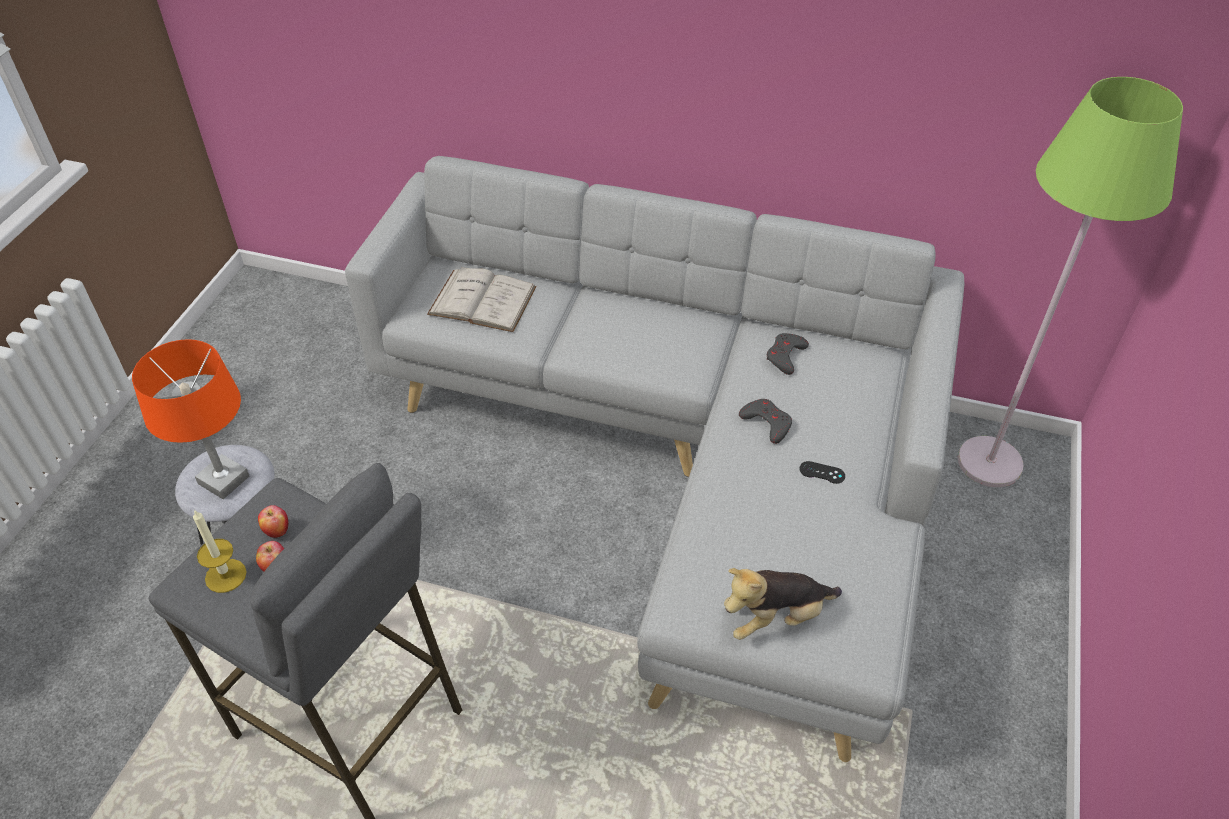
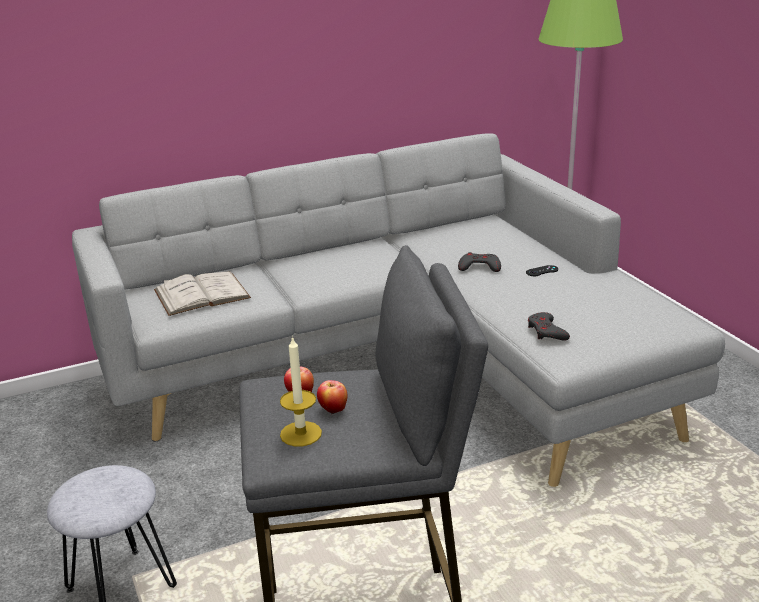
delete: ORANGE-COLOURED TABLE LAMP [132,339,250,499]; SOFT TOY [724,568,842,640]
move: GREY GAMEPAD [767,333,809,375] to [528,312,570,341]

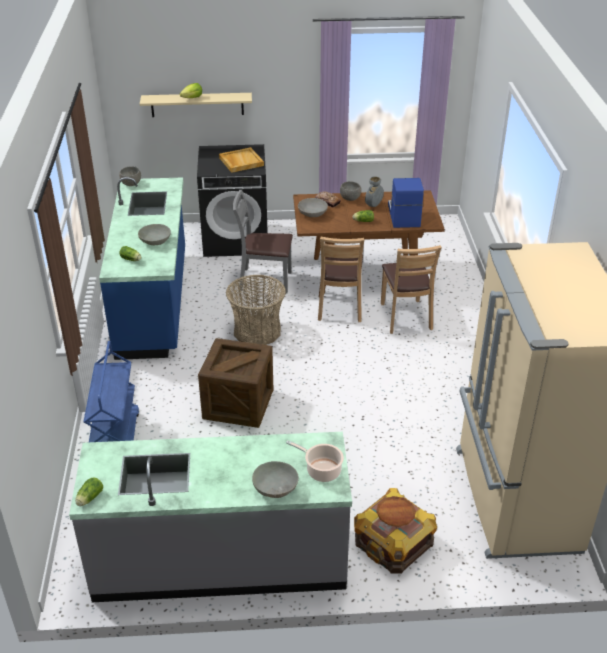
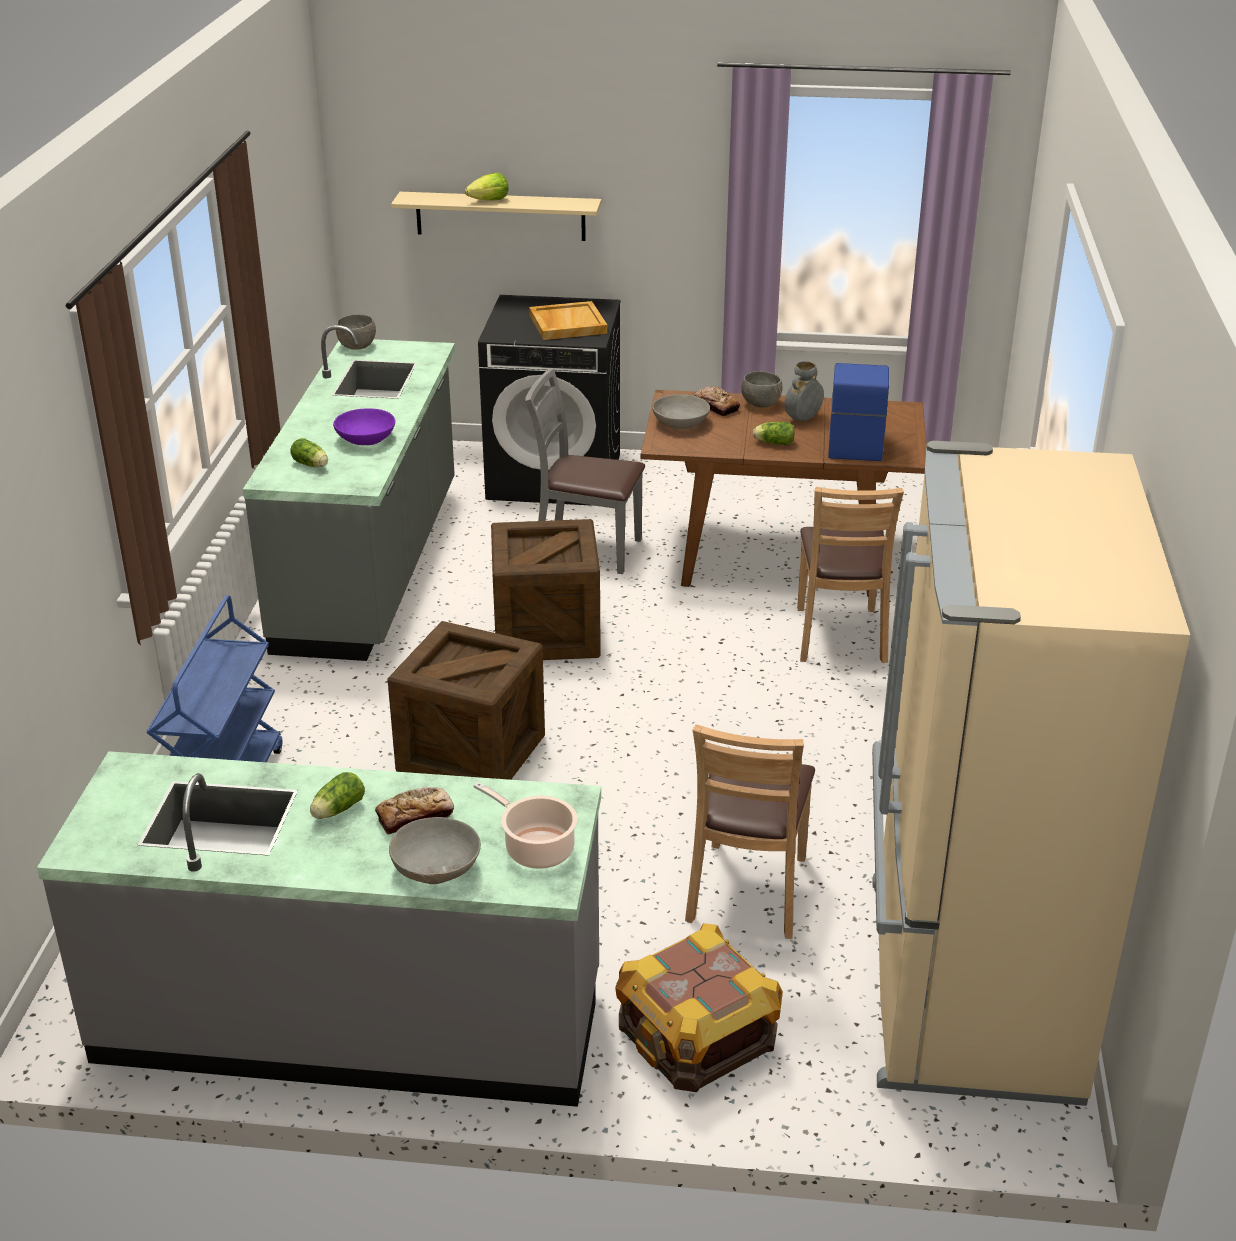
delete: BROWN-COLOURED FLAT DISH [376,496,416,527]
insert: BAKED BREAD [375,787,454,835]
move: HEAD OF LETTUCE [75,477,103,506] to [310,772,365,819]; BROWN-COLOURED PLAIN CHAIR [318,237,364,322] to [685,724,815,939]
replace: HOUSEHOLD BASKET [226,275,286,345] to PACKING CRATE [491,519,601,660]
recolor: BLUISH KITCHEN BASE UNIT [99,177,185,360] to GREY KITCHEN BASE UNIT [243,325,455,661]; GREY BOWL [138,224,171,245] to PURPLE-COLOURED BOWL [333,408,395,445]

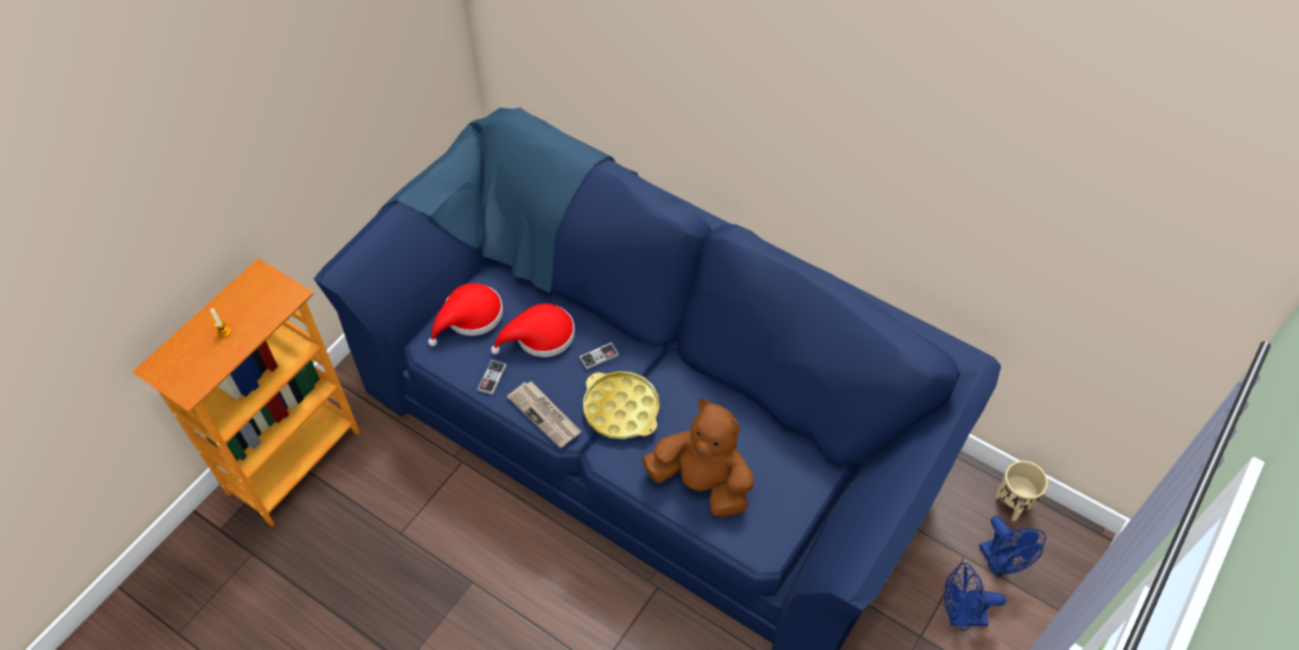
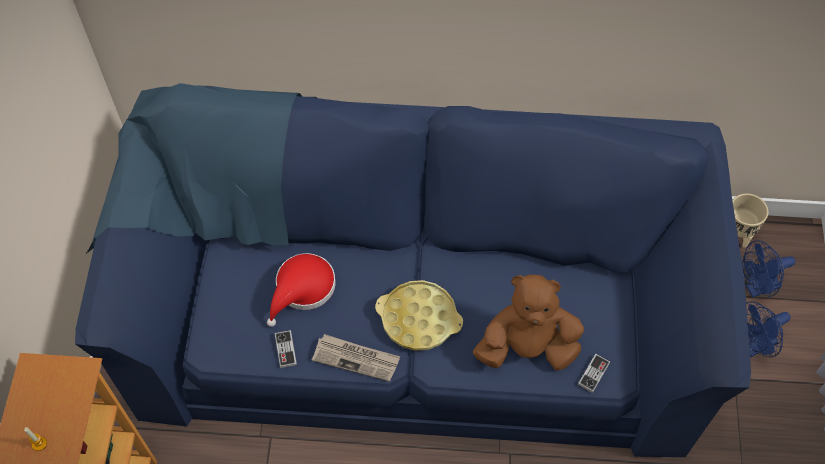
delete: RED-COLOURED WEARABLE HAT [428,283,503,346]
move: GAMEPAD [579,342,619,370] to [578,354,610,393]
rotate: BLUISH FAN [979,516,1046,577] = [742,240,795,298] 120 degrees clockwise

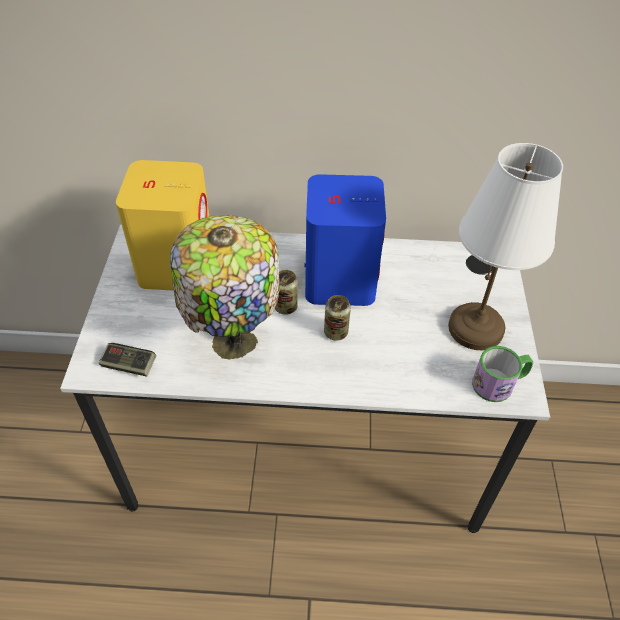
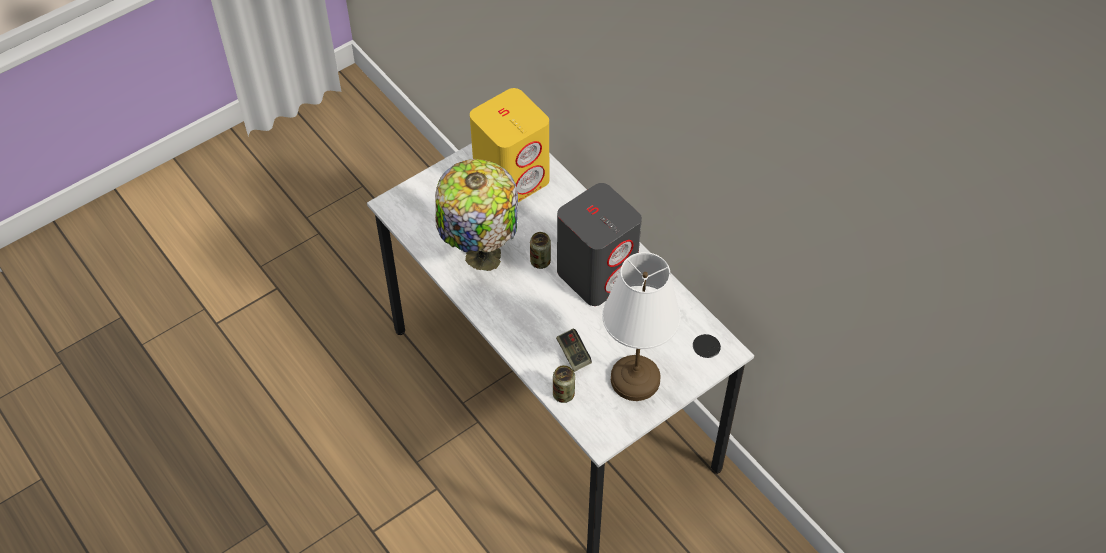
delete: TEA MUG [472,346,533,402]
move: GAMEPAD [99,343,156,377] to [556,329,592,372]; SEALED CAN [324,295,351,341] to [553,365,575,403]
recolor: BLUISH AUDIO SPEAKER [305,174,386,306] to GREY AUDIO SPEAKER [557,183,642,306]

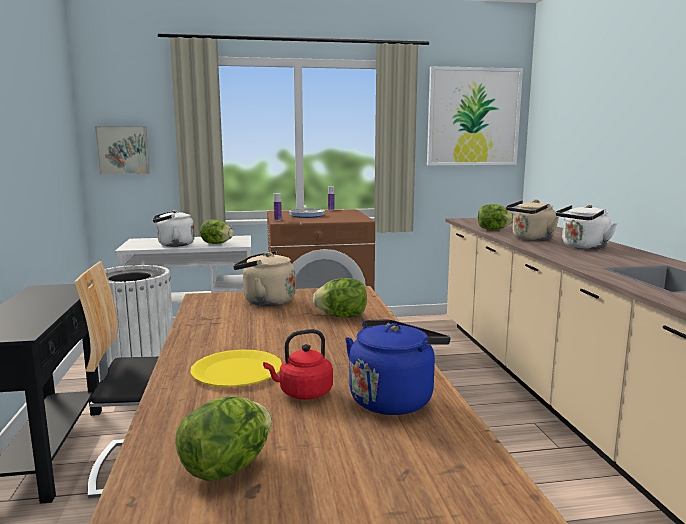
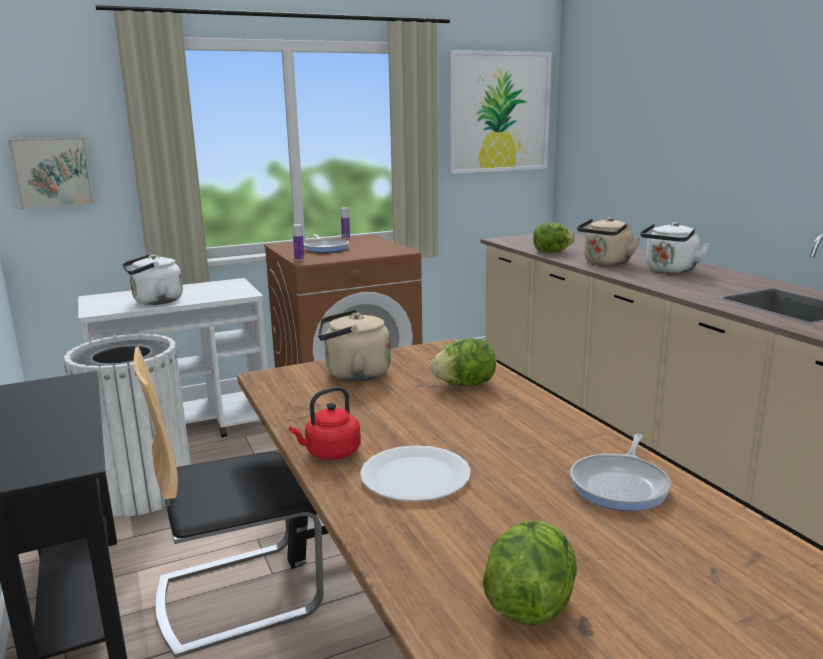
delete: HEAD OF LETTUCE [200,219,234,244]
move: RED-COLOURED KETTLE [263,329,333,400] to [289,386,361,460]
replace: BLUISH KETTLE [345,320,450,415] to PAN [570,434,671,511]
recolor: YELLOWISH FLAT DISH [190,350,282,387] to WHITISH FLAT DISH [360,445,471,502]

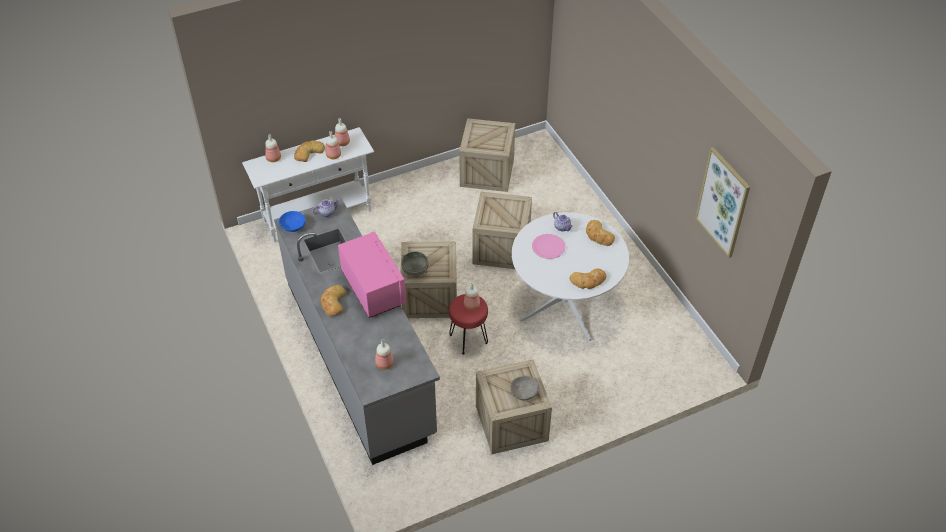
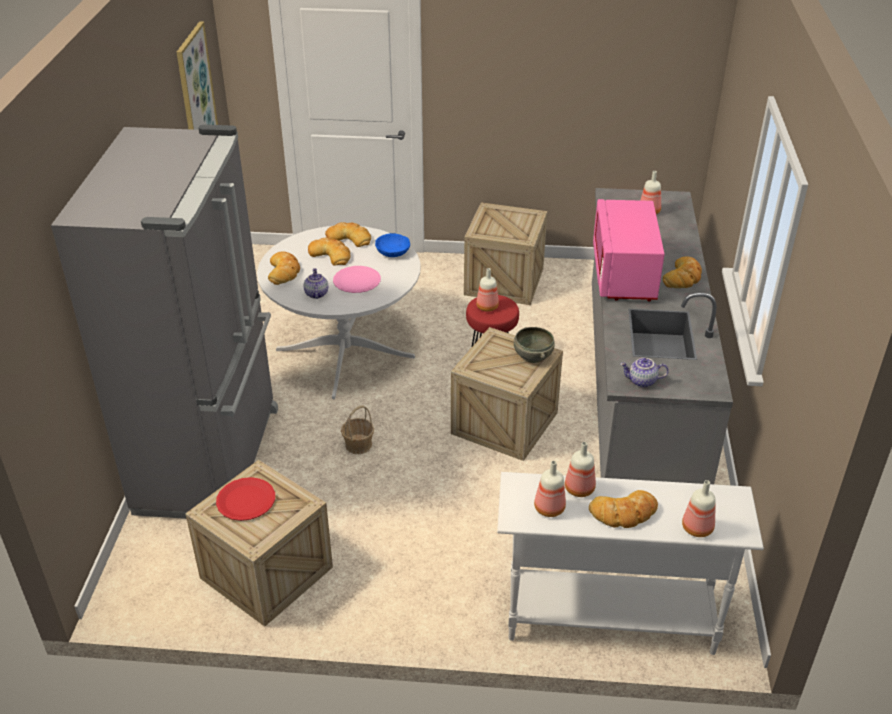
delete: GREY BOWL [510,376,539,400]
insert: GREY FRIDGE [51,124,278,519]; RED-COLOURED FLAT DISH [216,477,275,521]; BAKED BREAD [308,238,351,266]
move: BLUISH BOWL [279,211,306,232] to [375,233,410,257]
replace: PACKING CRATE [472,191,532,269] to HOUSEHOLD BASKET [341,405,374,454]

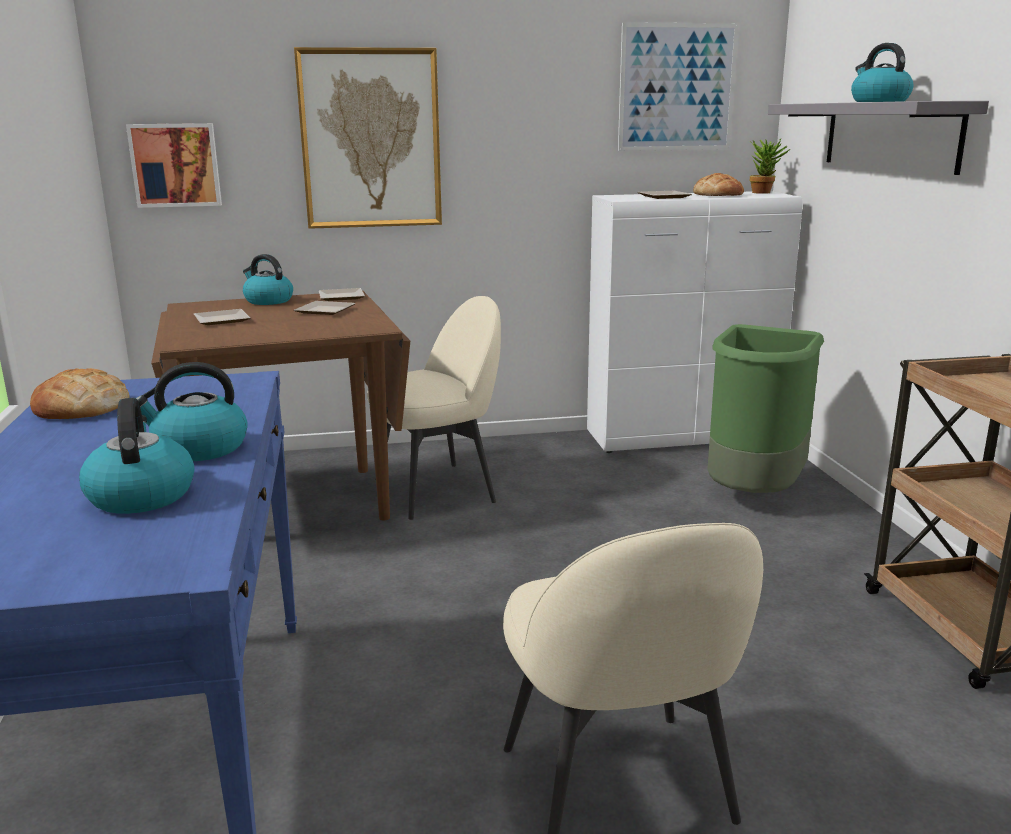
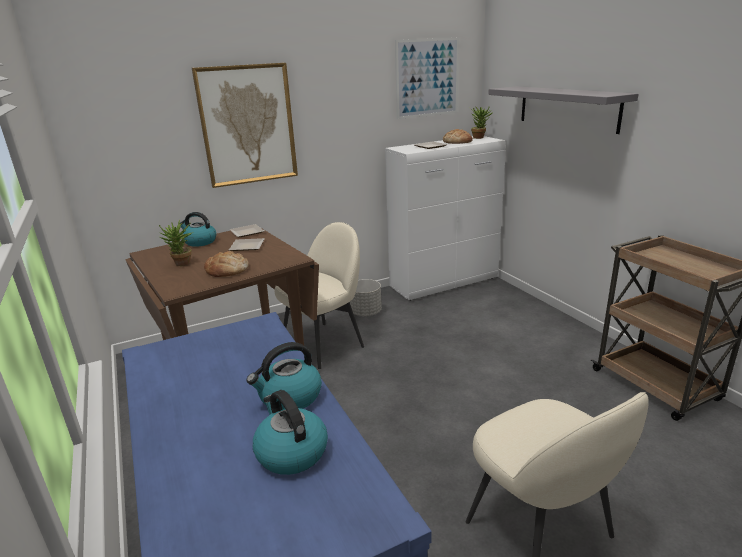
delete: WALL ART [126,123,222,208]; GREENISH RUBBISH BIN [707,324,824,493]; KETTLE [851,43,914,102]
insert: GREY PLANTER [350,279,382,316]
move: BAKED BREAD [30,368,130,419] to [204,251,249,277]
replace: FLAT DISH [194,309,250,325] to POTTED PLANT [159,220,192,266]

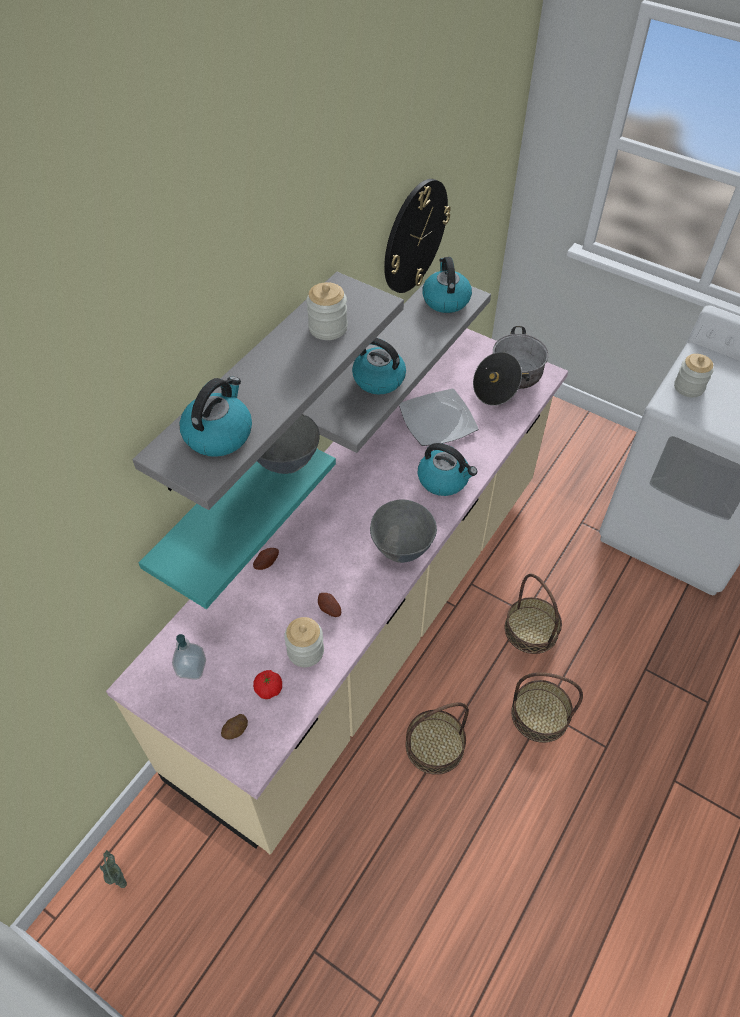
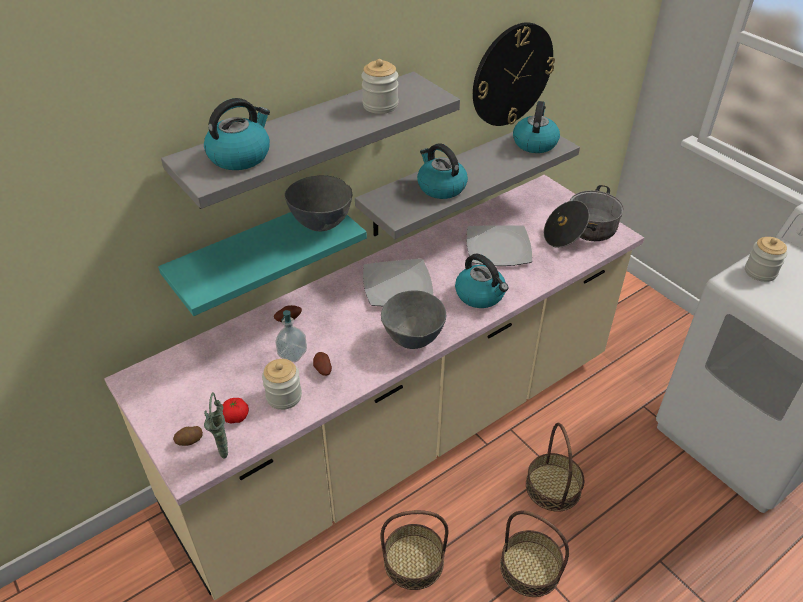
insert: FLAT DISH [363,259,433,306]
move: GREENISH FLOWER VASE [100,850,127,888] to [204,392,228,459]; SOAP BOTTLE [172,634,206,680] to [275,310,307,362]

